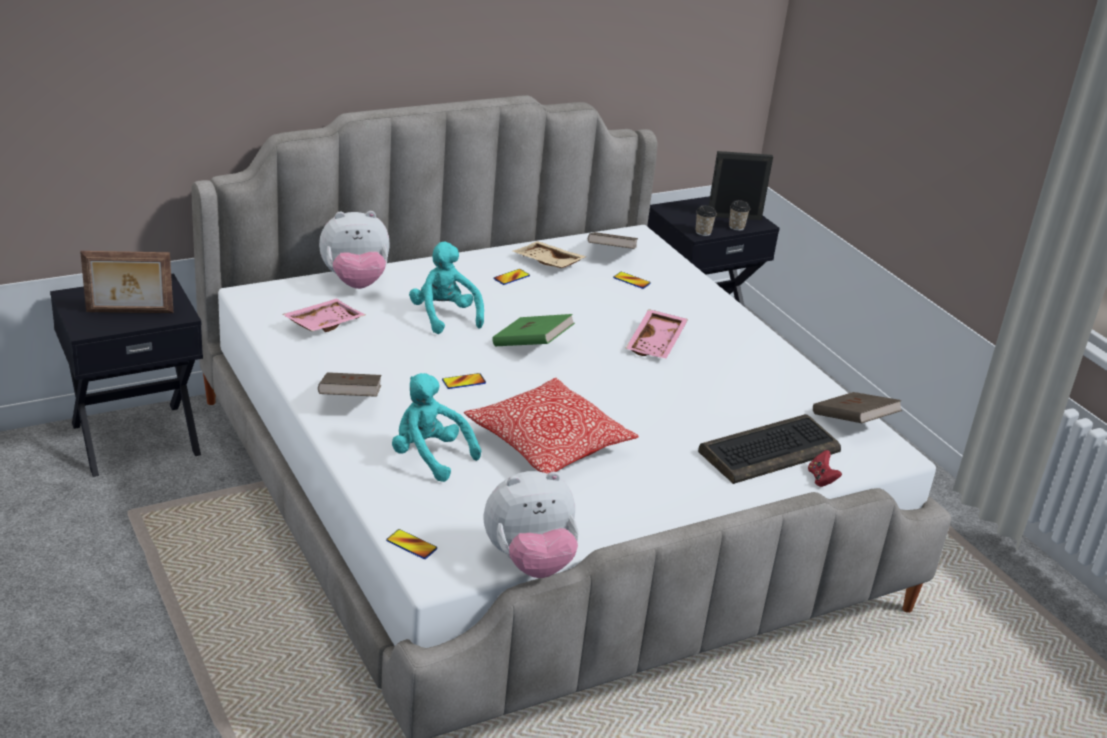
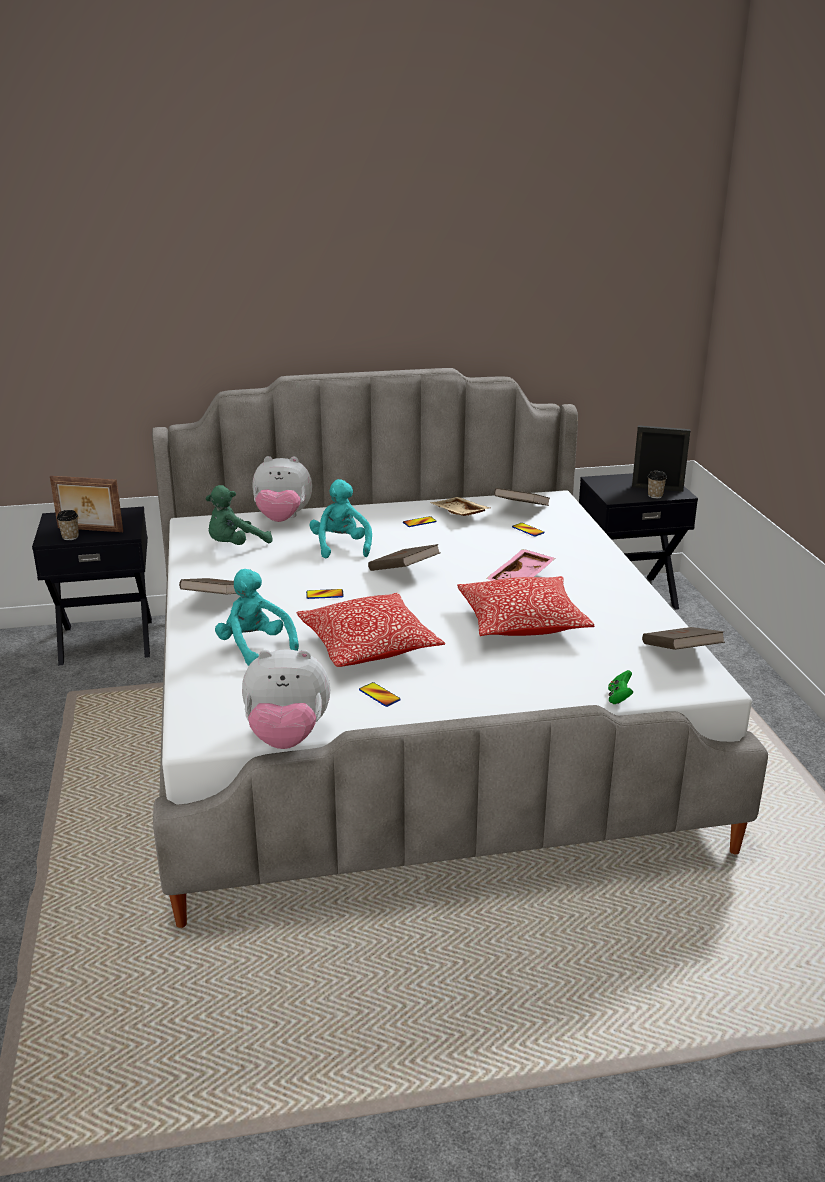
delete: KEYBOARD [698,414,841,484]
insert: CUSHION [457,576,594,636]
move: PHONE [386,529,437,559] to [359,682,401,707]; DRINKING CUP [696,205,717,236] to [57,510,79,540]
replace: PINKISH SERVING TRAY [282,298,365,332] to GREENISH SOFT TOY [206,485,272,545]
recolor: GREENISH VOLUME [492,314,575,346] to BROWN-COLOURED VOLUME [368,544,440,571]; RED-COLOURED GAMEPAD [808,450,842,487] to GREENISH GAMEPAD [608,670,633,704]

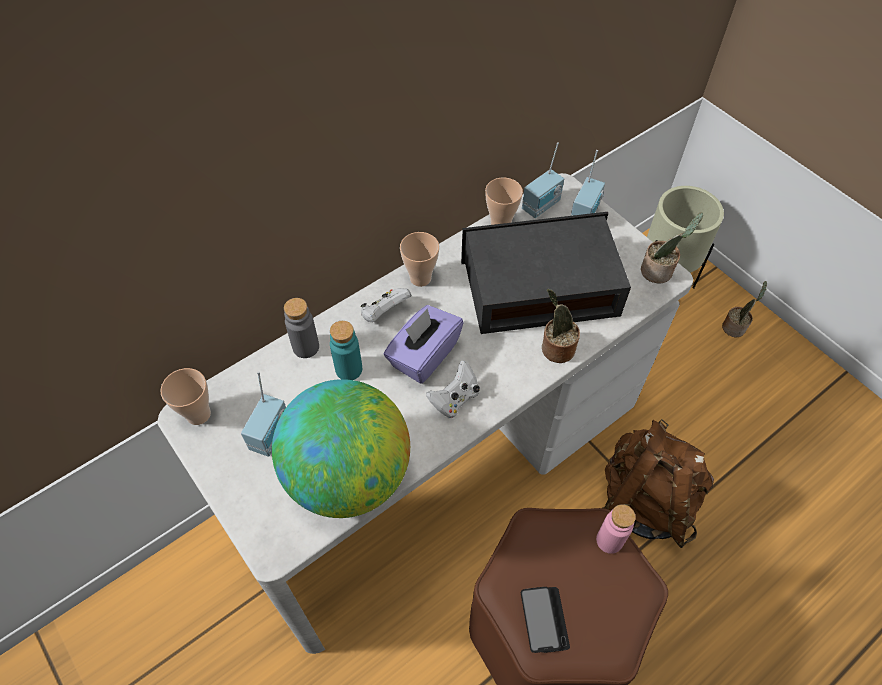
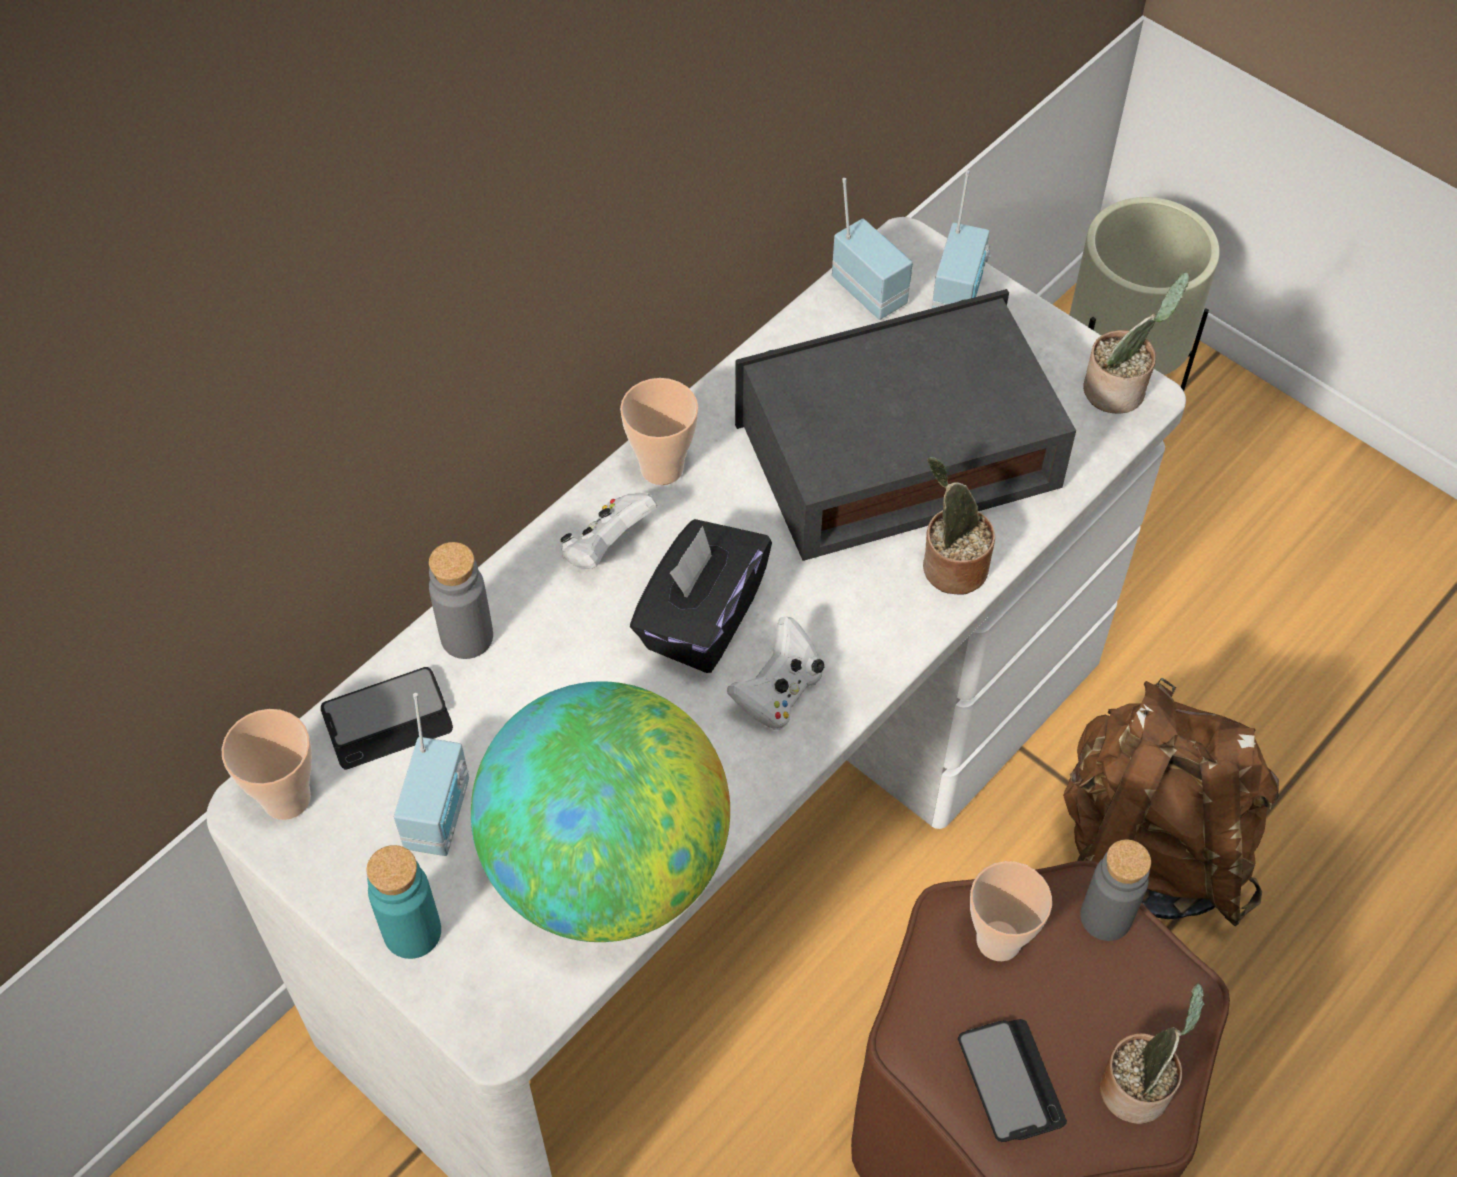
insert: PHONE [321,667,453,769]
move: TURQUOISE DRINK BOTTLE [330,321,362,380] to [366,845,441,959]; DRINKING CUP [485,178,523,225] to [970,861,1052,961]; POTTED PLANT [722,281,767,337] to [1100,983,1205,1124]
recolor: PURPLE-COLOURED BOX OF TISSUES [384,305,464,384] to BLACK-COLOURED BOX OF TISSUES [630,519,772,673]; PINKISH DRINK BOTTLE [596,504,636,554] to GREY DRINK BOTTLE [1080,840,1151,941]
rotate: RADIO [522,142,564,218] = [832,178,913,320] 75 degrees counterclockwise

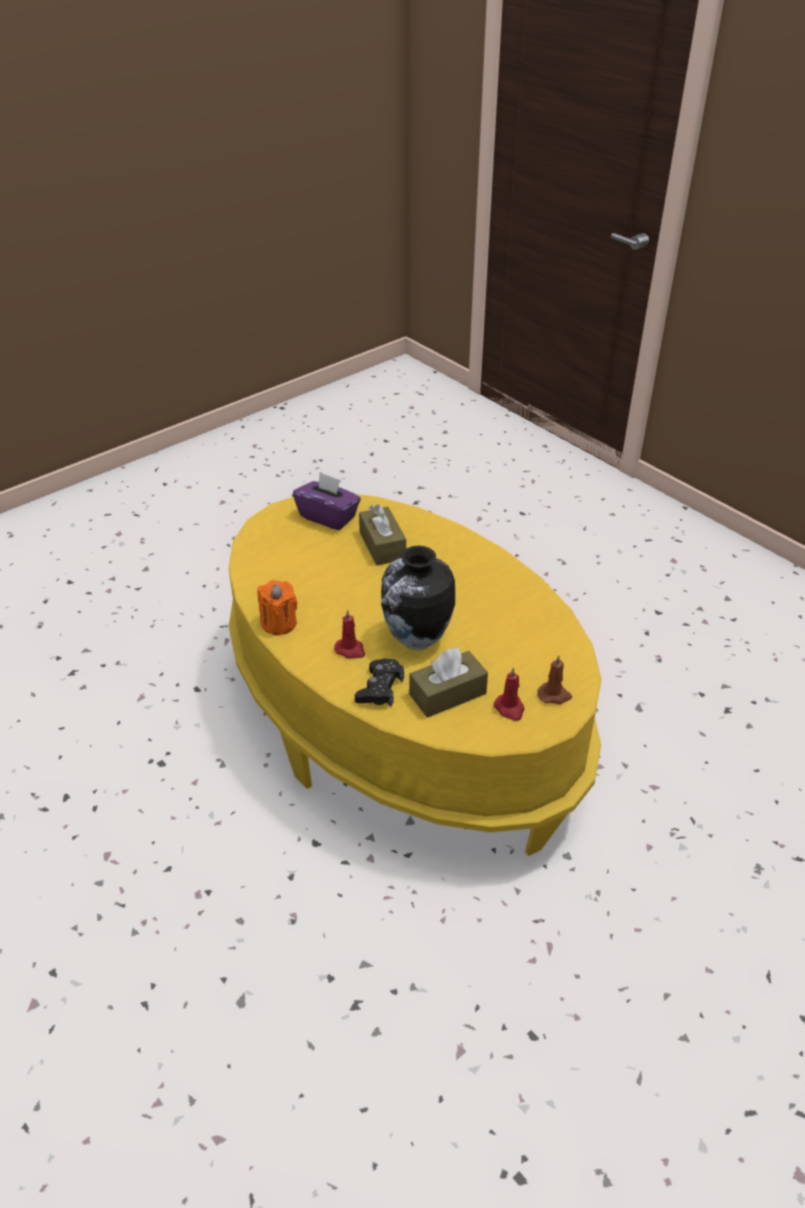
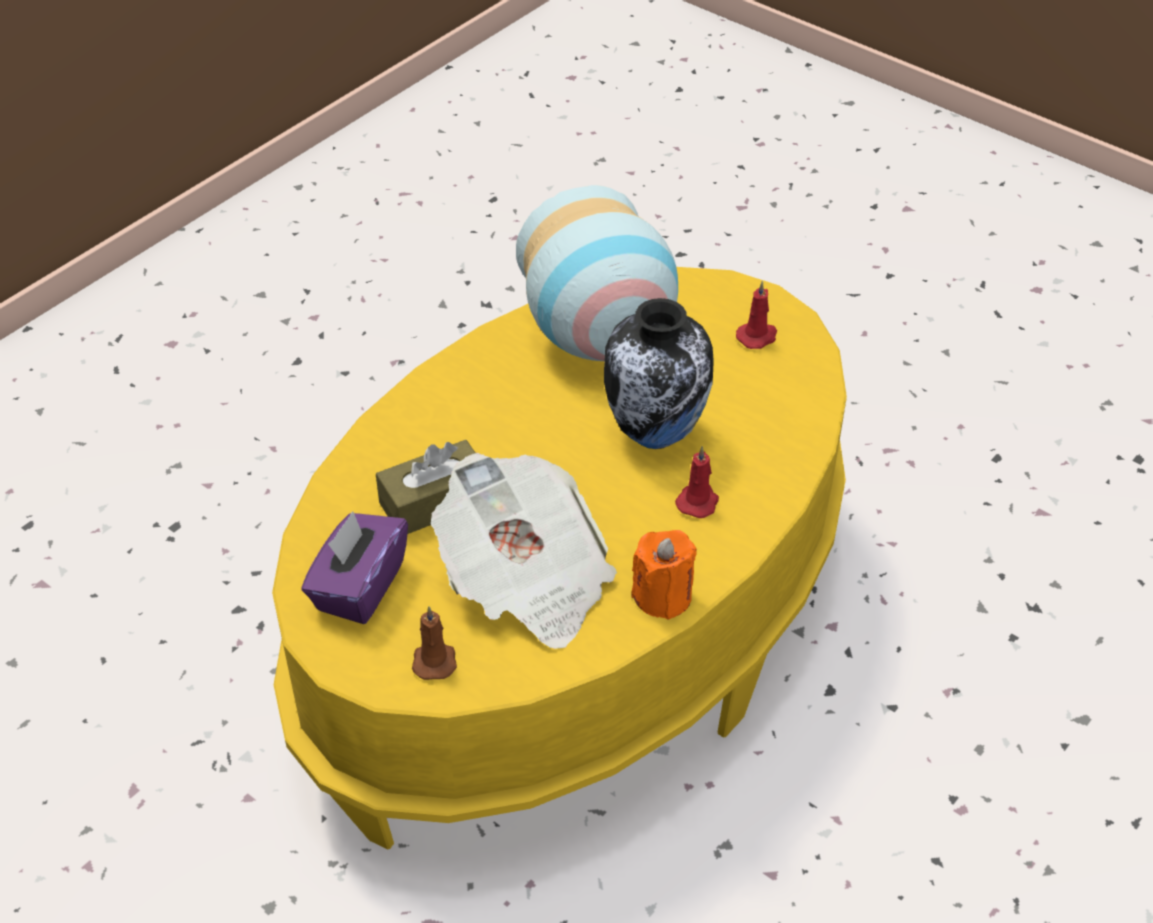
delete: BLACK-COLOURED GAMEPAD [355,658,404,707]; BROWN-COLOURED BOX OF TISSUES [409,648,488,718]
insert: PRINTED PAPER [431,453,617,649]; FLOWER VASE [516,185,678,361]
move: BROWN-COLOURED WAX LIGHT [538,655,572,704] to [412,606,457,680]

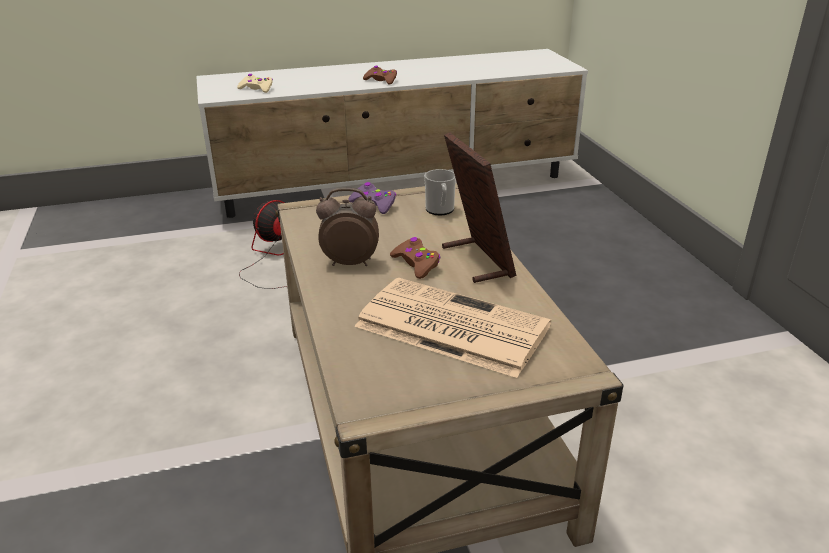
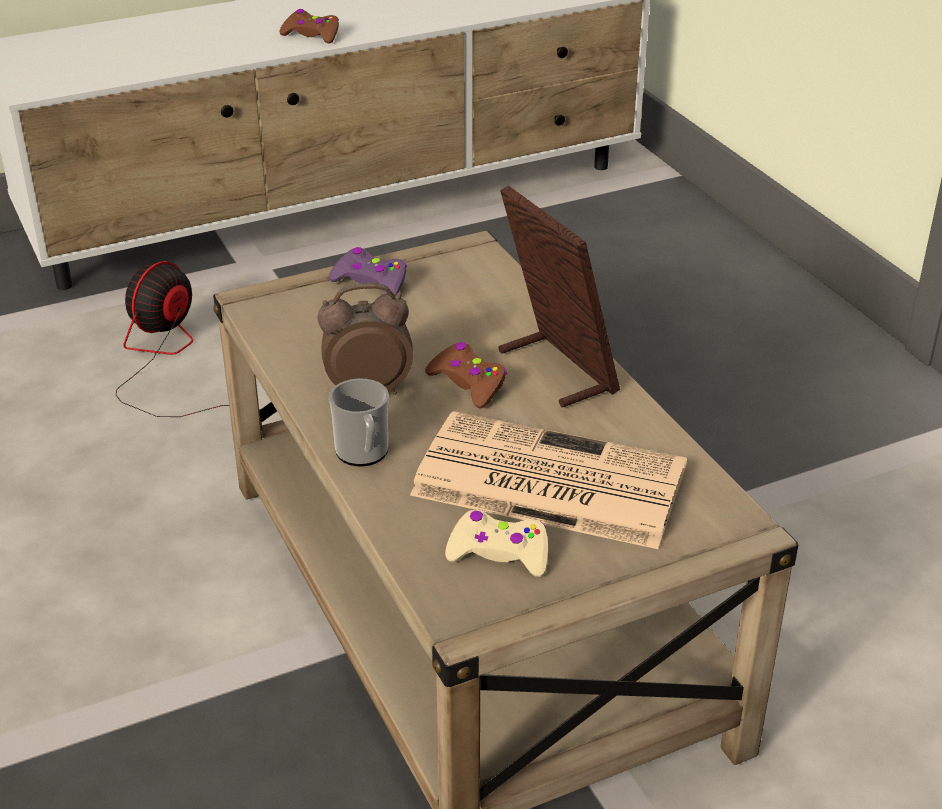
move: BEIGE GAMEPAD [237,74,273,93] to [445,510,548,577]; TEA MUG [424,169,456,215] to [329,379,389,466]

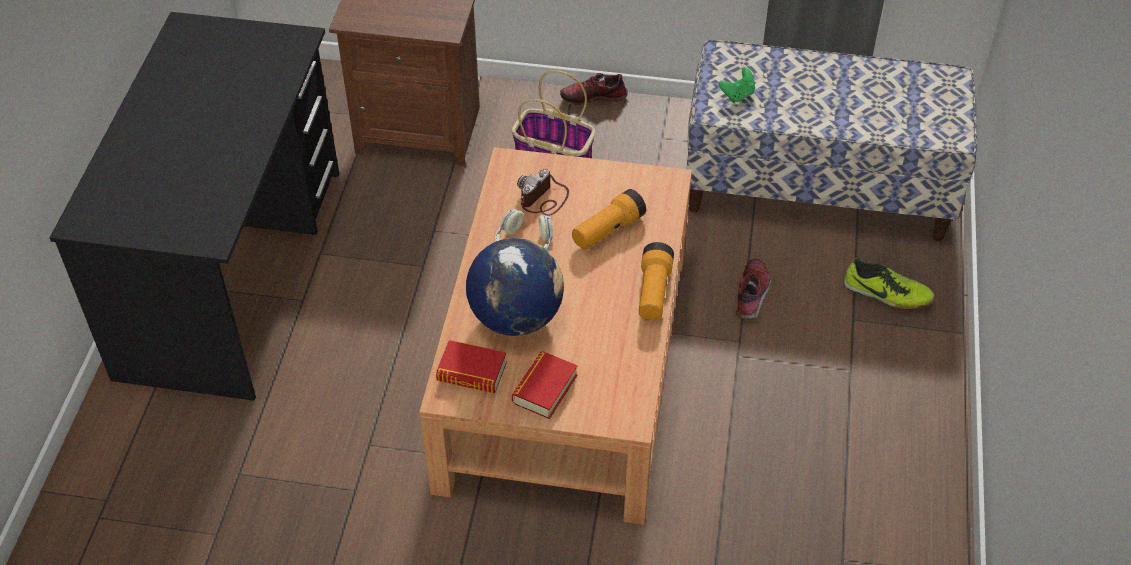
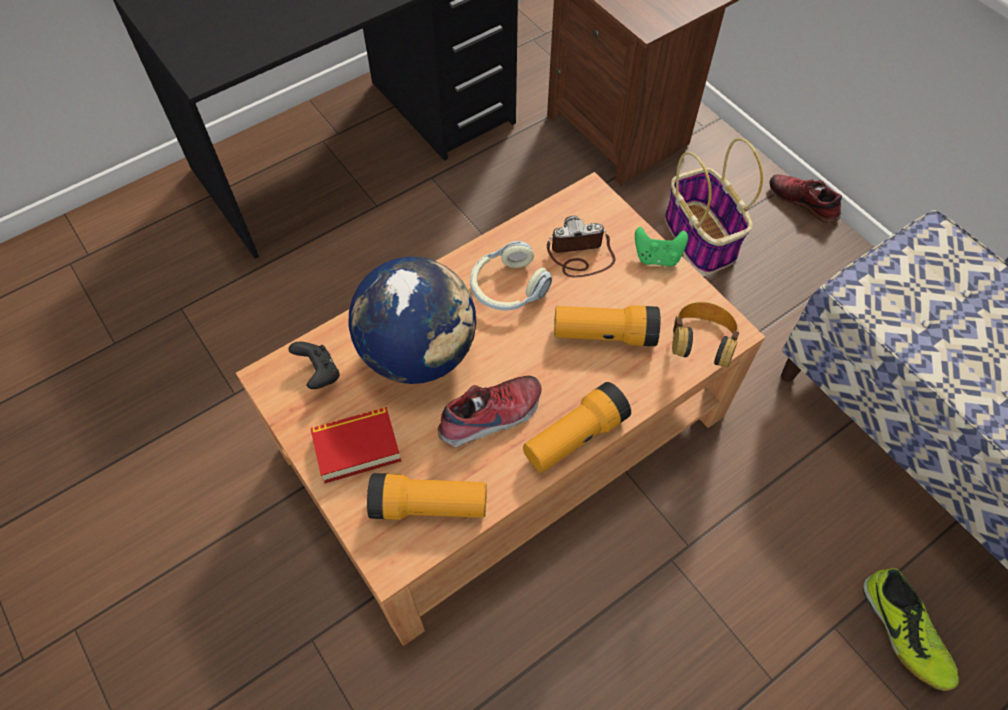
insert: HAND TORCH [367,473,487,520]; HEADPHONES [672,302,740,367]
move: GREENISH GAMEPAD [719,67,755,103] to [635,227,688,267]; ITEM OF FOOTWEAR [736,259,771,320] to [438,376,542,447]
replace: VOLUME [436,340,507,393] to BLACK-COLOURED GAMEPAD [289,342,340,389]

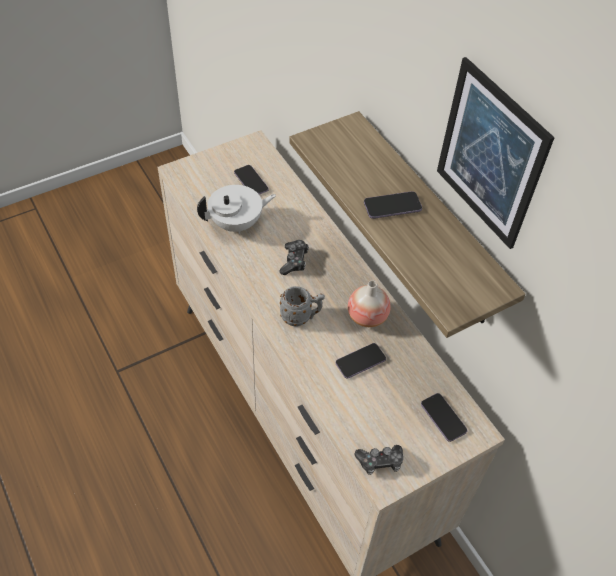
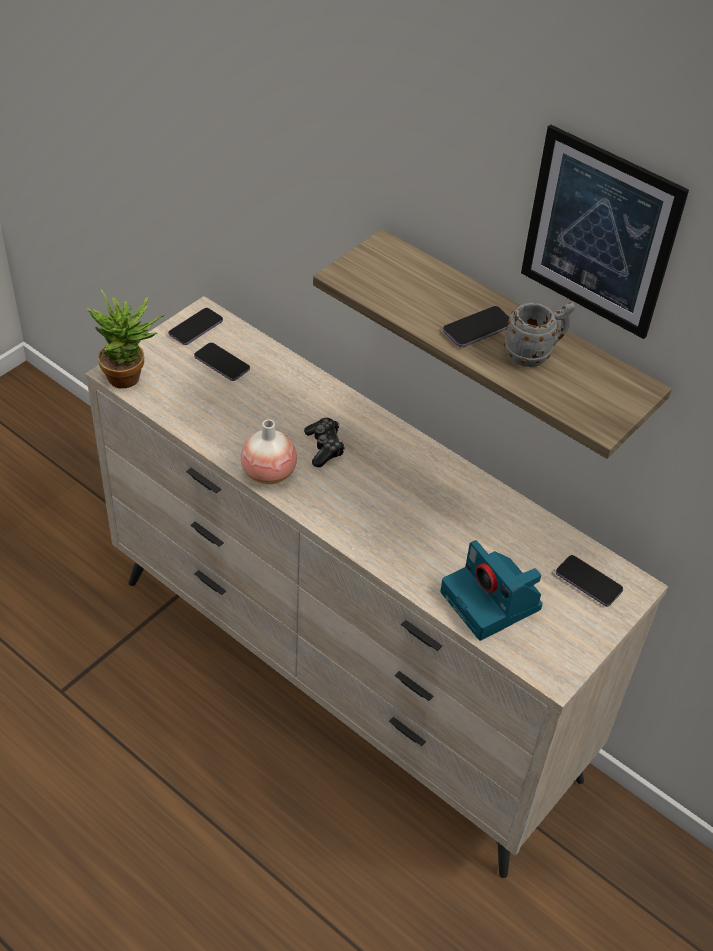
delete: WHITISH TEA POT [197,185,276,234]; GAMEPAD [354,445,403,475]
insert: POTTED PLANT [87,289,165,388]; PHOTO CAMERA [440,540,543,640]
move: GREY TEA MUG [280,286,325,327] to [504,302,575,367]; PHONE [336,343,386,379] to [169,308,223,345]; FLOWER VASE [348,280,391,327] to [241,419,297,484]

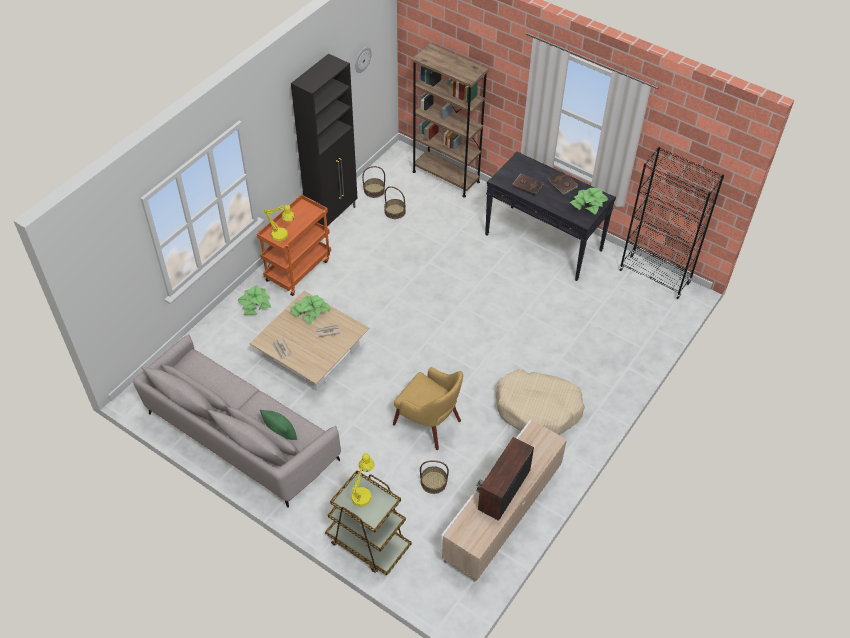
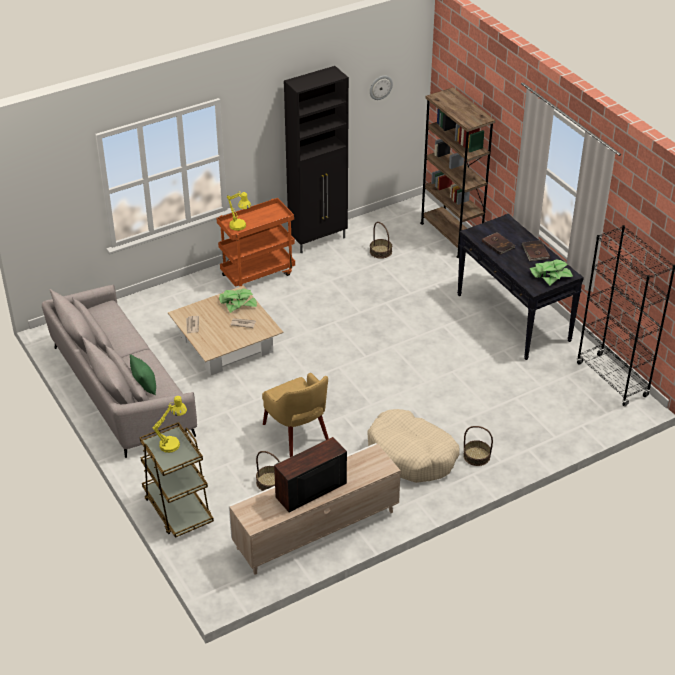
delete: POTTED PLANT [237,285,271,315]
move: HOUSEHOLD BASKET [362,166,385,198] to [463,426,493,466]

